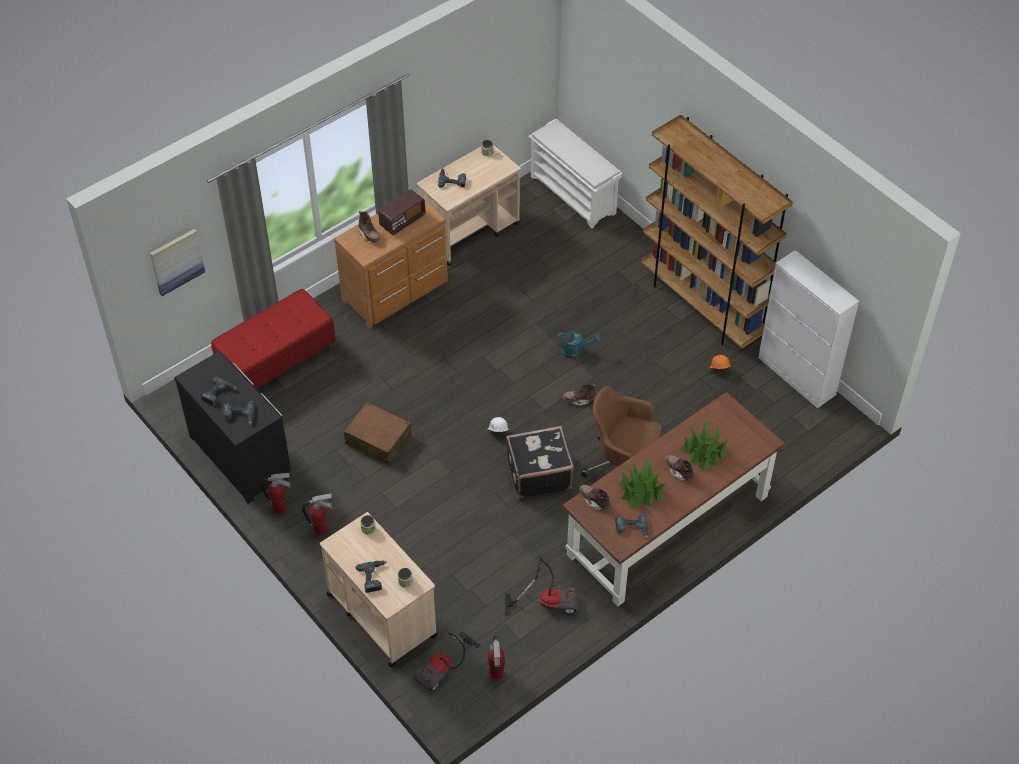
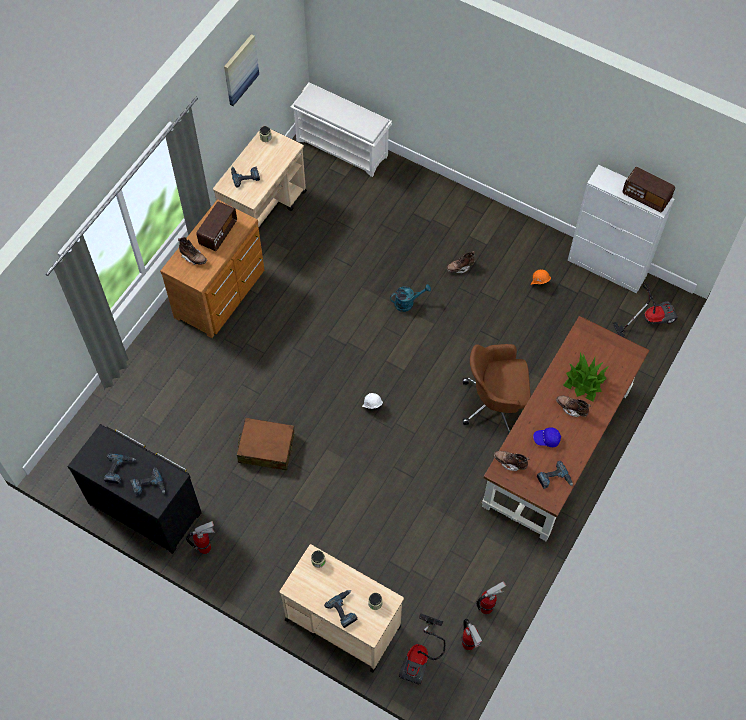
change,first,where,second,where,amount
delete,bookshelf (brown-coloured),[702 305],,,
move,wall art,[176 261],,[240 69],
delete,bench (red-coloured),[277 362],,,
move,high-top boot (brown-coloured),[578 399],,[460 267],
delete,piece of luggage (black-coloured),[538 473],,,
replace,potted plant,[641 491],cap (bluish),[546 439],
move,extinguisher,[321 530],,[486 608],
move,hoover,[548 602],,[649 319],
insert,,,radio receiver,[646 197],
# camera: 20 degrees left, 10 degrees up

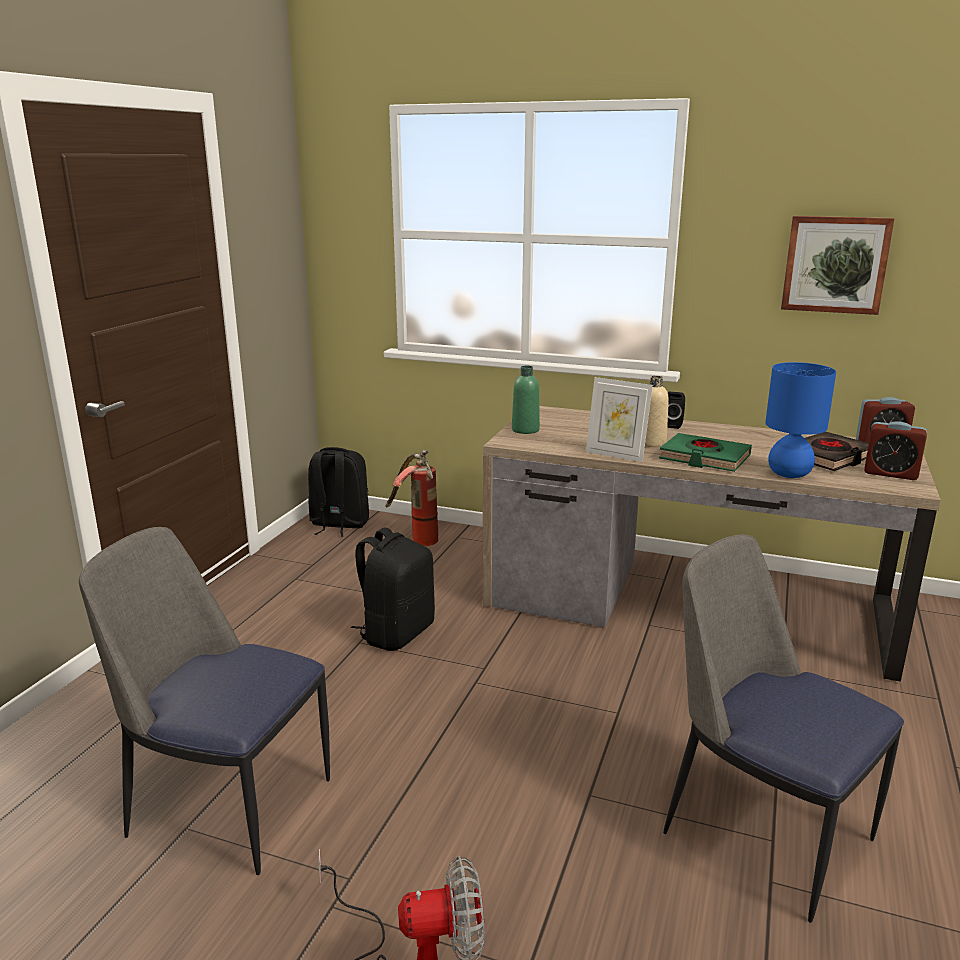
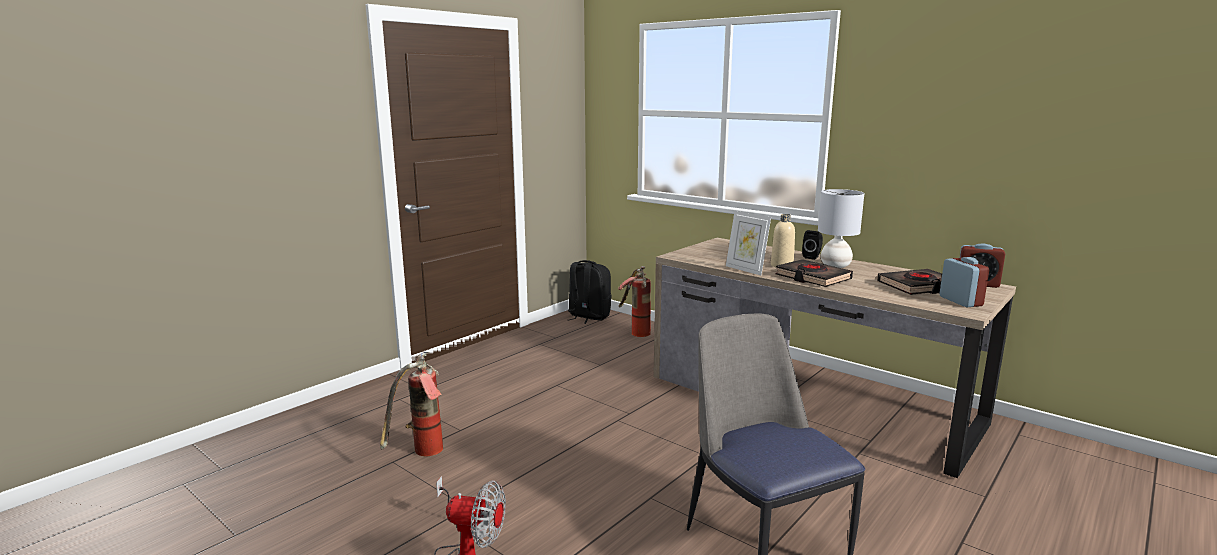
change,first,where,second,where,amount
delete,wall art,[835 264],,,
delete,lamp for a table (bluish),[788 474],,,
delete,drink bottle (greenish),[525 430],,,
rotate,table clock,[890 473],,[960 301],150 degrees counterclockwise
recolor,volume (greenish),[704 458],volume (black-coloured),[812 278],
replace,chair,[227 804],extinguisher,[422 454],
delete,rucksack (black-coloured),[396 633],,,
insert,,,lamp for a table (greyish),[835 266],
# camera: 20 degrees right, 5 degrees down

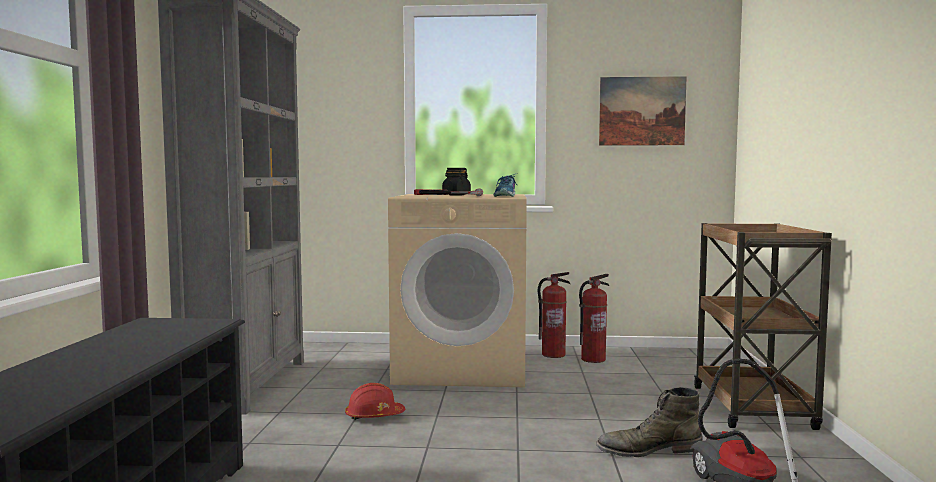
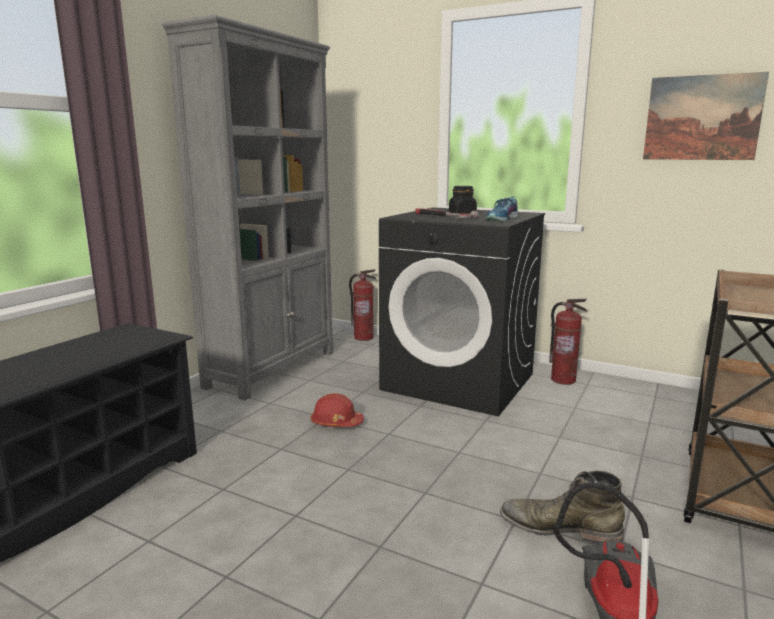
change,first,where,second,where,amount
recolor,washing machine (beige),[463 368],washing machine (black-coloured),[459 382],
move,extinguisher,[593 359],,[364 337],
# camera: 25 degrees right, 10 degrees up

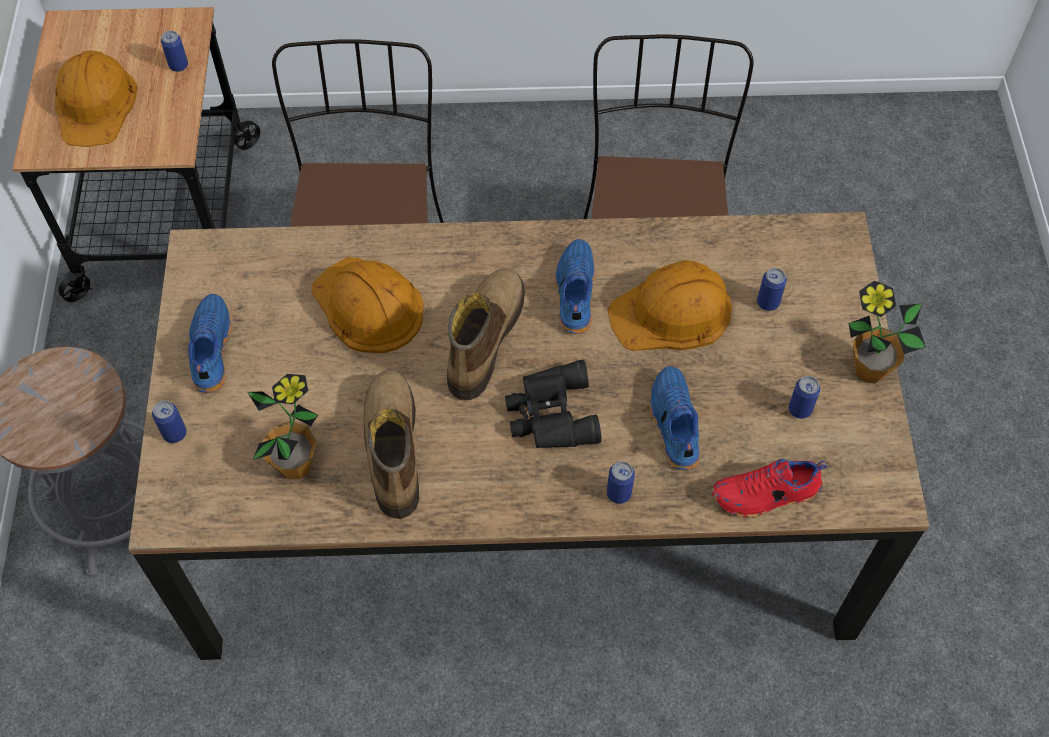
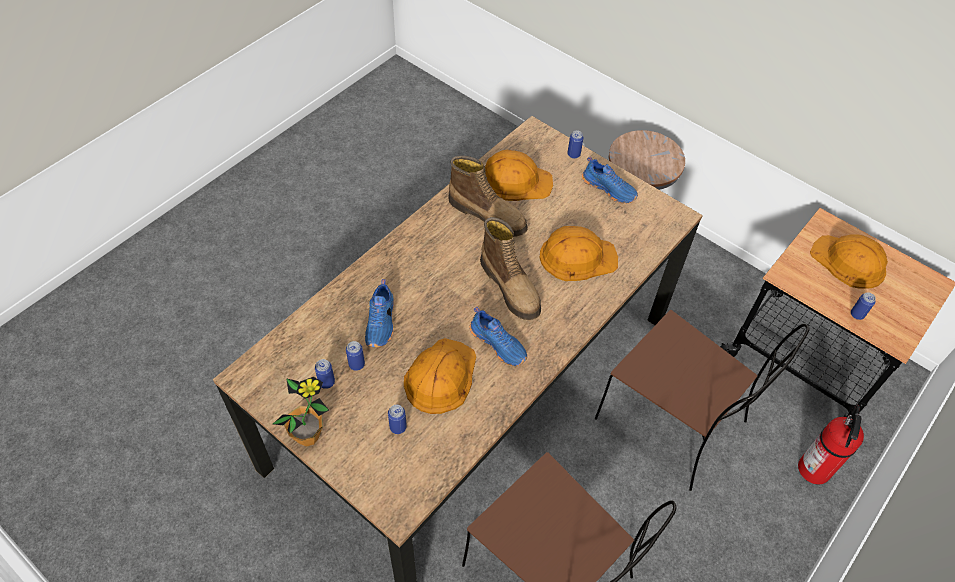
change,first,where,second,where,amount
delete,field glasses (black-coloured),[550 414],,,
rotate,shoe (bluish),[673 424],,[381 323],60 degrees clockwise
replace,potted plant,[295 465],work helmet (orange),[515 180],
delete,shoe (red-coloured),[766 495],,,
move,sealed can,[618 493],,[356 364],
insert,,,extinguisher,[814 470],
# camera: 130 degrees right, 5 degrees down

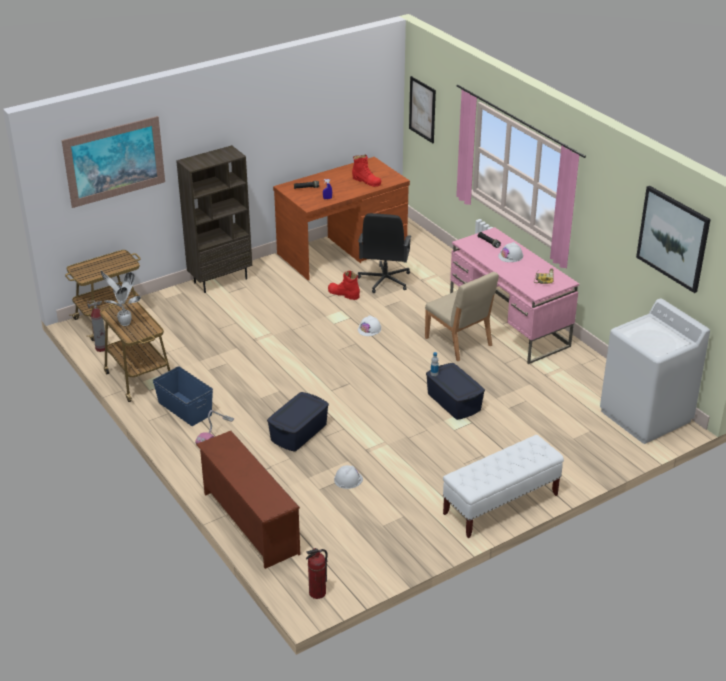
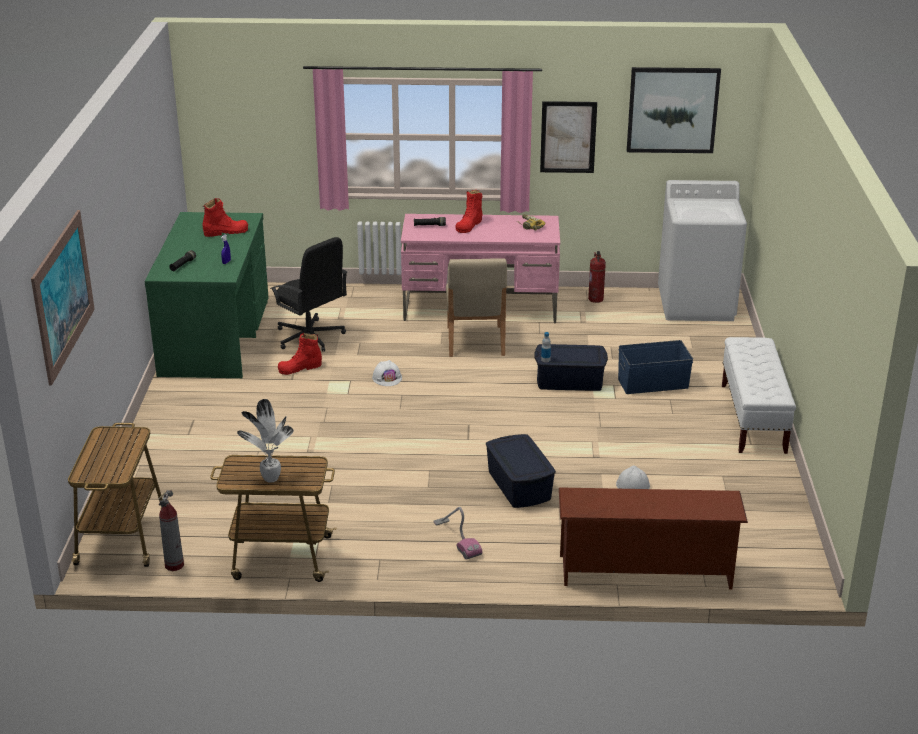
change,first,where,second,where,amount
move,wall art,[422 109],,[568 137],
delete,bookshelf (brown-coloured),[220 280],,,
recolor,desk table (brown-coloured),[343 250],desk table (greenish),[216 338],
replace,work helmet (whitish),[510 256],high-top boot (red-coloured),[469 225],
rotate,chair (beige),[458 342],,[475 341],90 degrees clockwise
move,storage bin (bluish),[184 409],,[653 383],
move,extinguisher,[317 593],,[596 299],
# camera: 55 degrees left, 5 degrees down

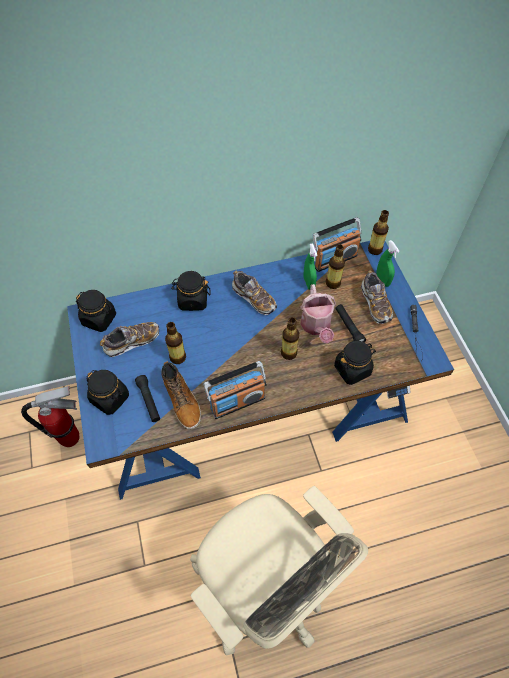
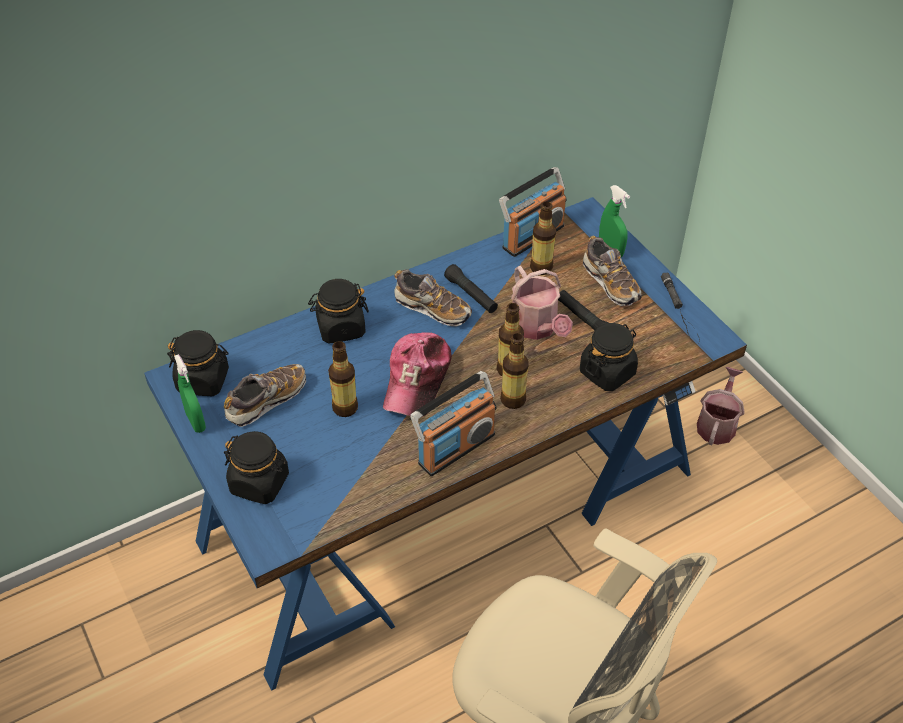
change,first,where,second,where,amount
move,drink bottle,[375 250],,[513 399],
move,sprayer (greenish),[308 283],,[196 422],
delete,high-top boot,[182 401],,,
move,torch (black-coloured),[149 401],,[471 295],
delete,extinguisher,[71 438],,,
insert,,,cap,[417 380],
insert,,,watering can,[717 424],
# camera: 15 degrees left, 10 degrees down

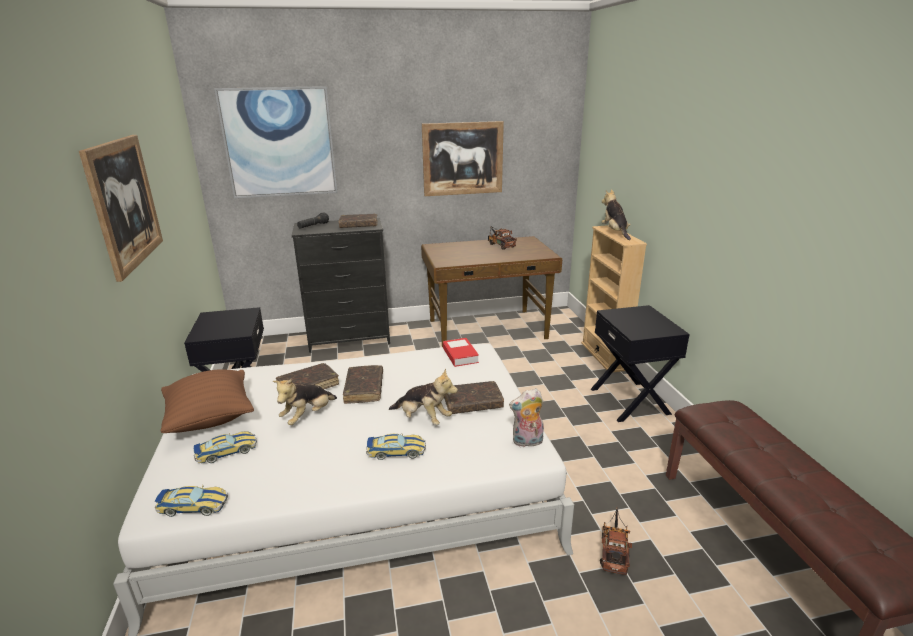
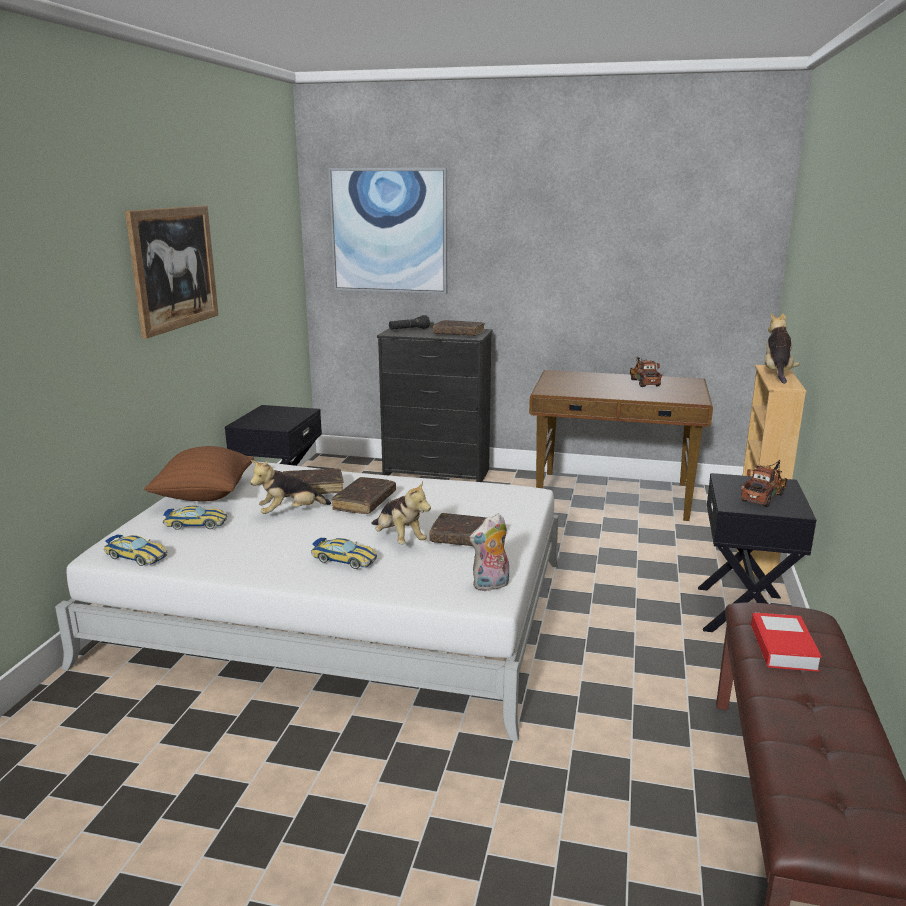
change,first,where,second,where,amount
delete,wall art,[463 159],,,
move,volume,[460 355],,[783 647],
rotate,soft toy,[527 442],,[491 586],45 degrees counterclockwise
move,model truck,[614 549],,[764 496],
# camera: 25 degrees right, 5 degrees down

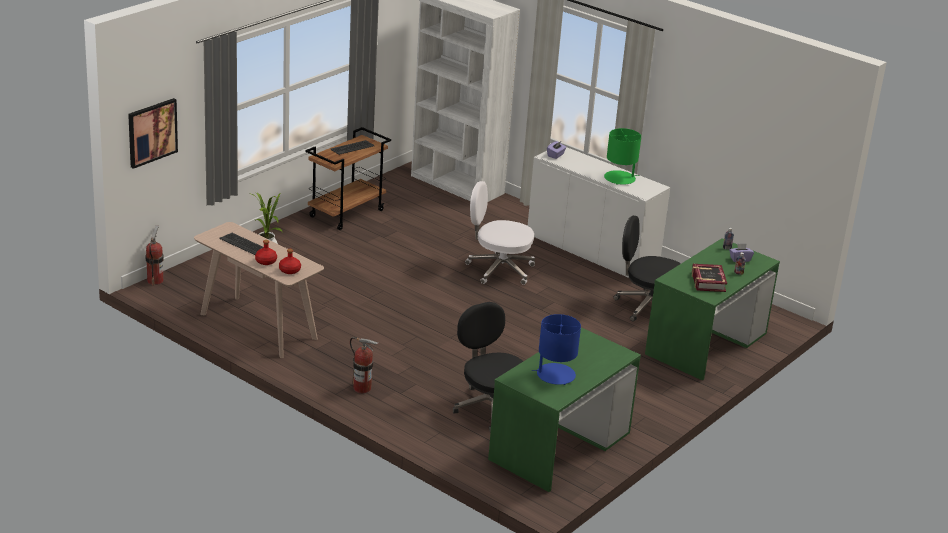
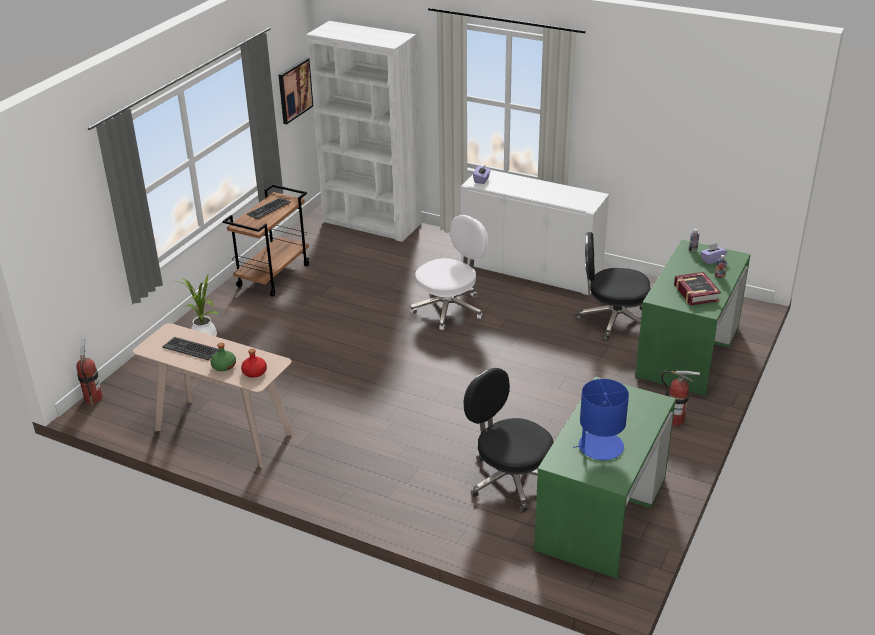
change,first,where,second,where,amount
move,wall art,[152 132],,[295 90],
delete,lamp for a table (greenish),[620 178],,,
rotate,computer chair (whitish),[499 269],,[449 309],135 degrees clockwise
recolor,drink bottle (red-coloured),[265 261],drink bottle (greenish),[223 366],
move,extinguisher,[362 388],,[675 420],
# camera: 10 degrees left, 5 degrees up

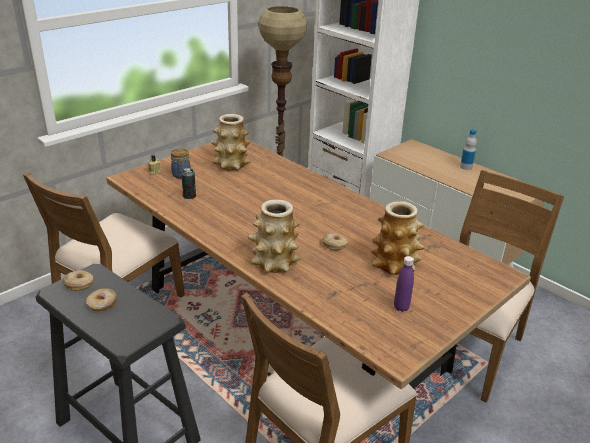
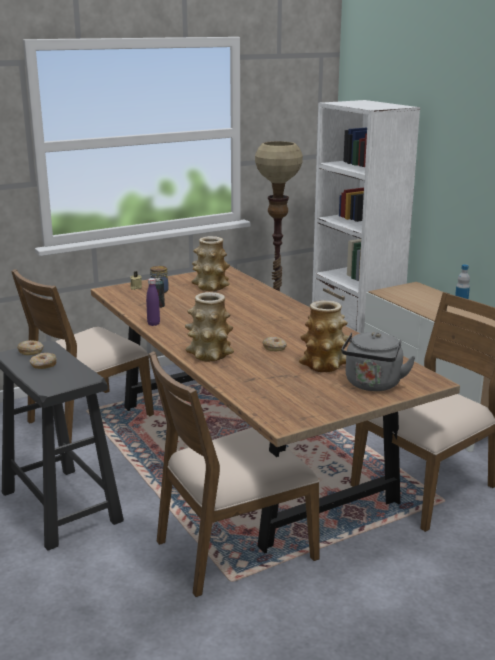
change,first,where,second,where,amount
move,drink bottle (purplish),[401 307],,[153 324],
insert,,,tea kettle (greyish),[372 385],
# camera: 15 degrees right, 10 degrees down

